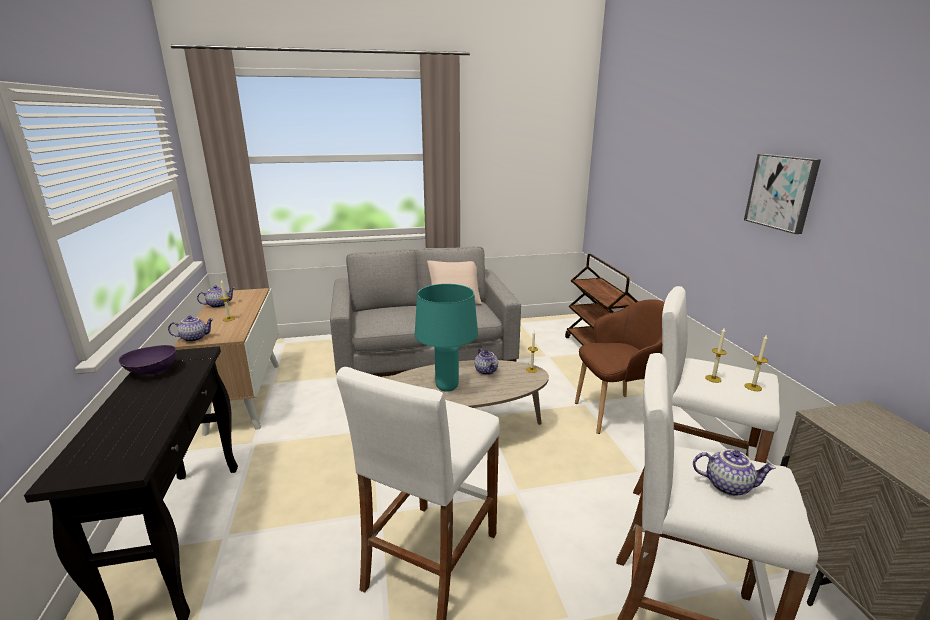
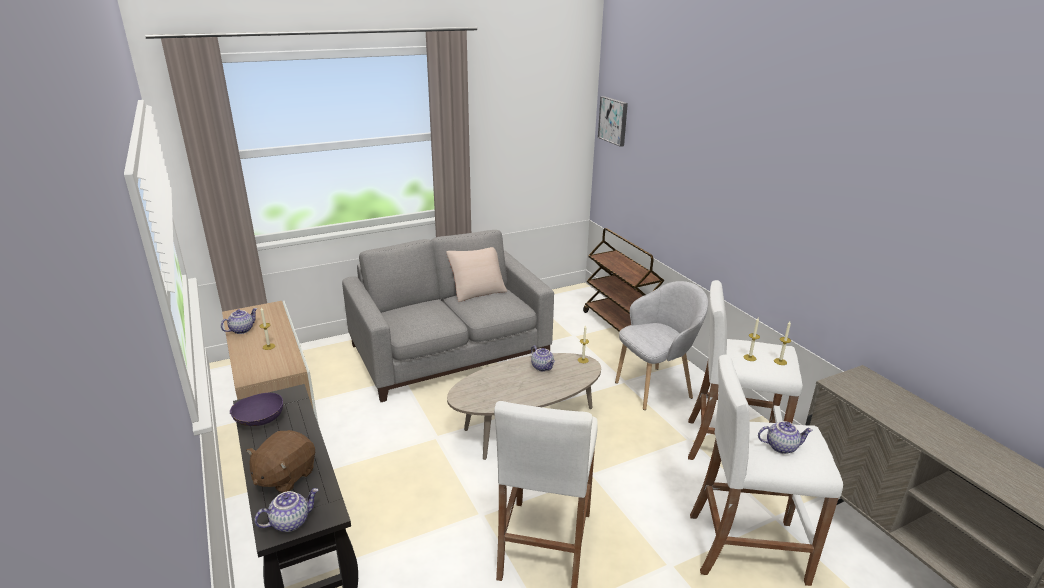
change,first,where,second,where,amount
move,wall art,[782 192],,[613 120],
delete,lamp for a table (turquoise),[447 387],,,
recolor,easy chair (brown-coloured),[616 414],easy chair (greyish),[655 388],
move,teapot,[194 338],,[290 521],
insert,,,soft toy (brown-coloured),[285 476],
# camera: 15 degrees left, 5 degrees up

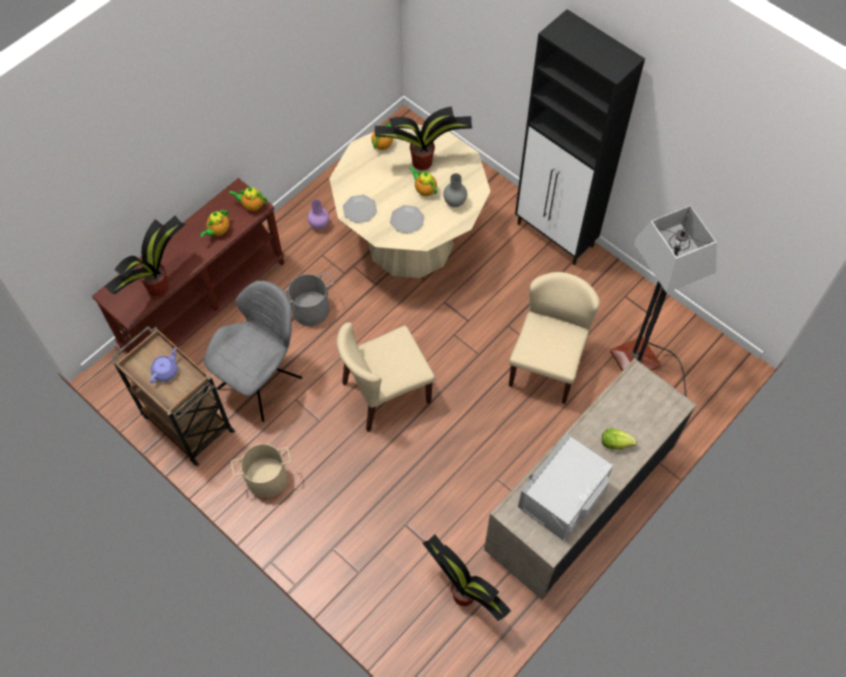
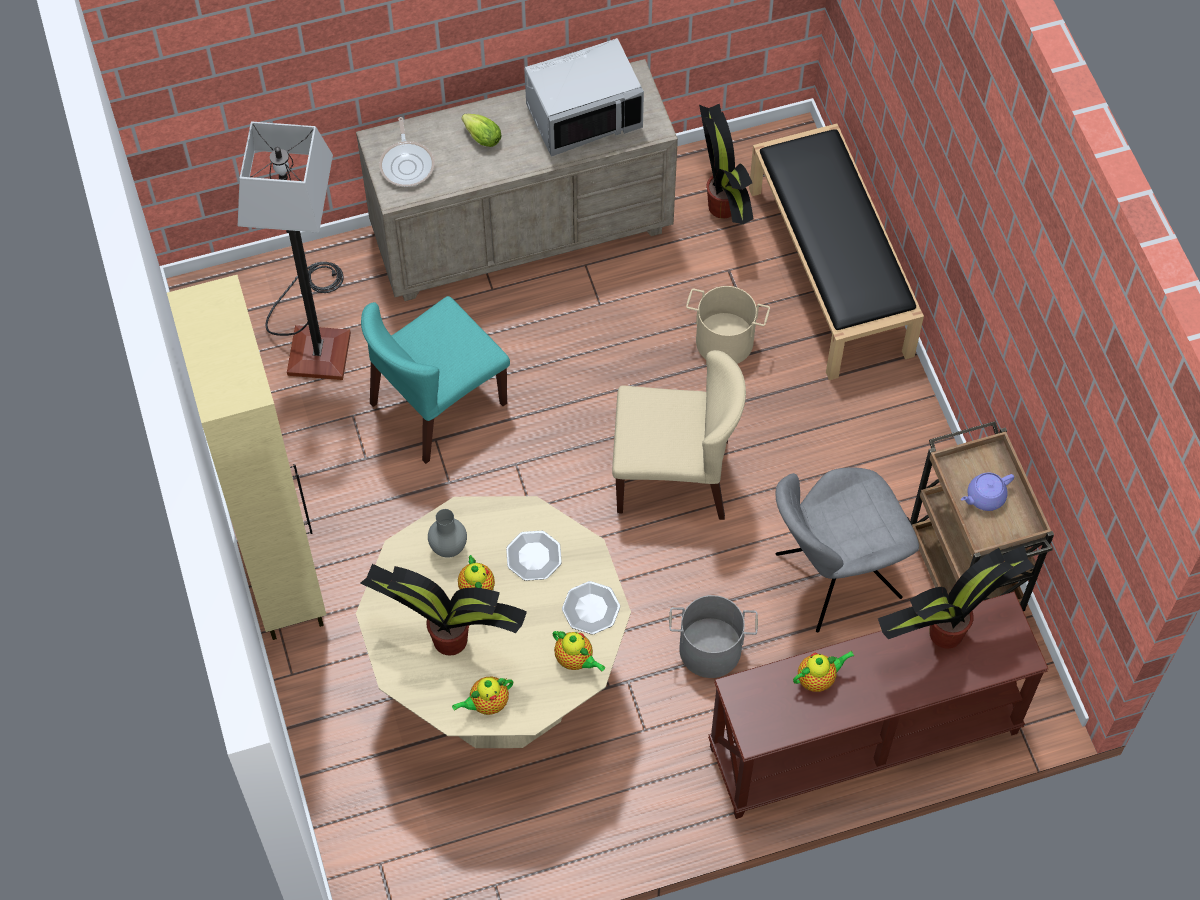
change,first,where,second,where,amount
recolor,cupboard (black-coloured),[556 236],cupboard (beige),[283 576],
move,teapot,[252 205],,[576 660],
delete,flower vase (purplish),[319 226],,,
recolor,chair (beige),[546 365],chair (turquoise),[438 405],
move,water bucket (beige),[266 477],,[724 342],
insert,,,frying pan,[407 164],
insert,,,bench (black-coloured),[831 272],
# camera: 150 degrees left, 0 degrees up

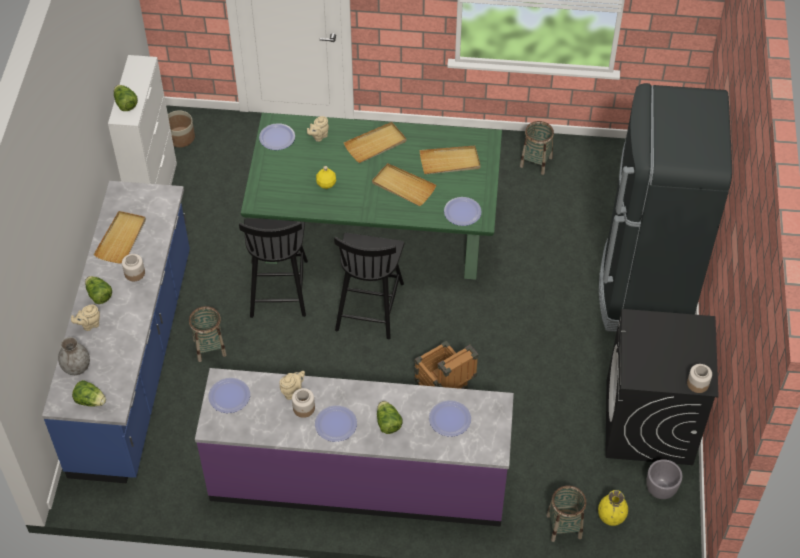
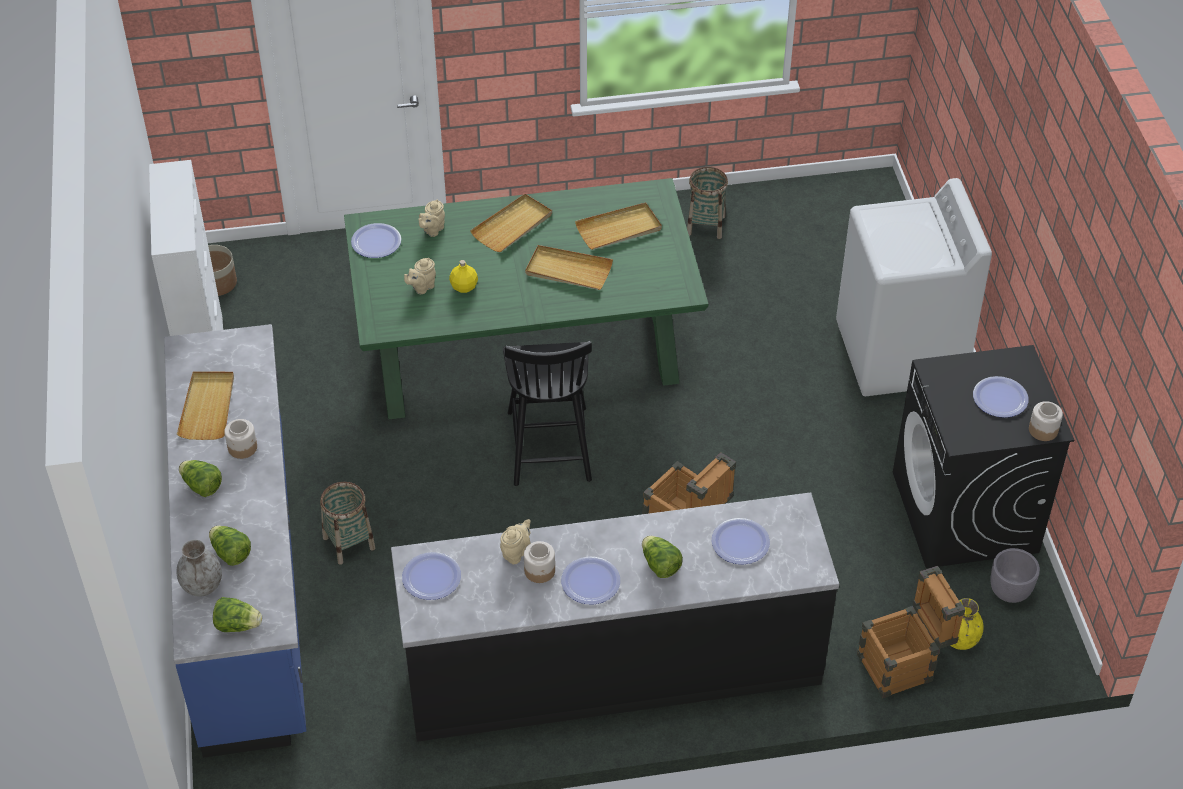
change,first,where,second,where,amount
replace,fridge (black-coloured),[644 290],washing machine (whitish),[900 354],
move,lettuce head,[125 104],,[230 553],
move,dinner plate,[462 212],,[1000 398],
delete,chair (black-coloured),[278 287],,,
move,teapot (beige),[89 324],,[422 287],
recolor,kitchen counter (purplish),[358 479],kitchen counter (black-coloured),[612 667],
replace,household basket,[564 526],crate,[903 665],
# camera: 15 degrees left, 5 degrees down

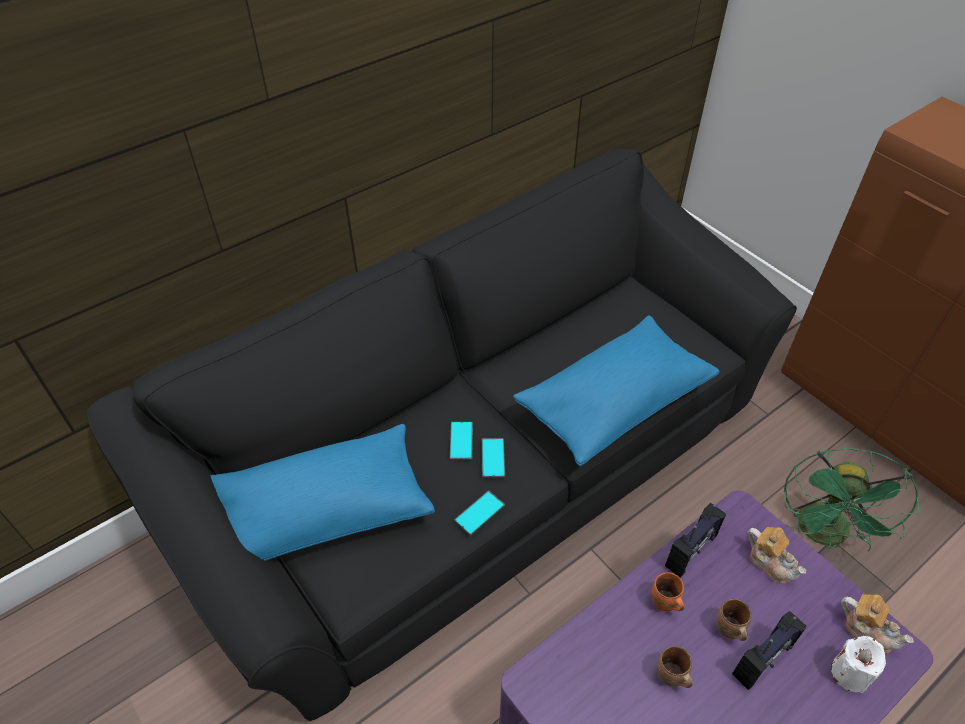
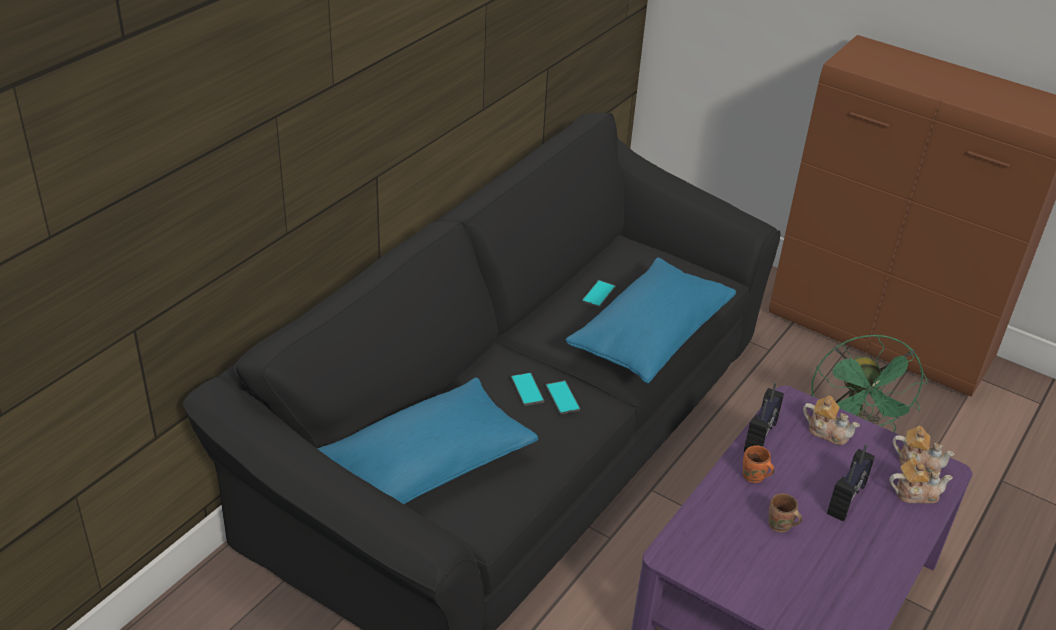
change,first,where,second,where,amount
move,handset,[479 513],,[598 294],
delete,coffee mug (brown-coloured),[728 629],,,
replace,wax light (whitish),[850 673],teapot,[915 493],
# camera: 20 degrees left, 10 degrees down

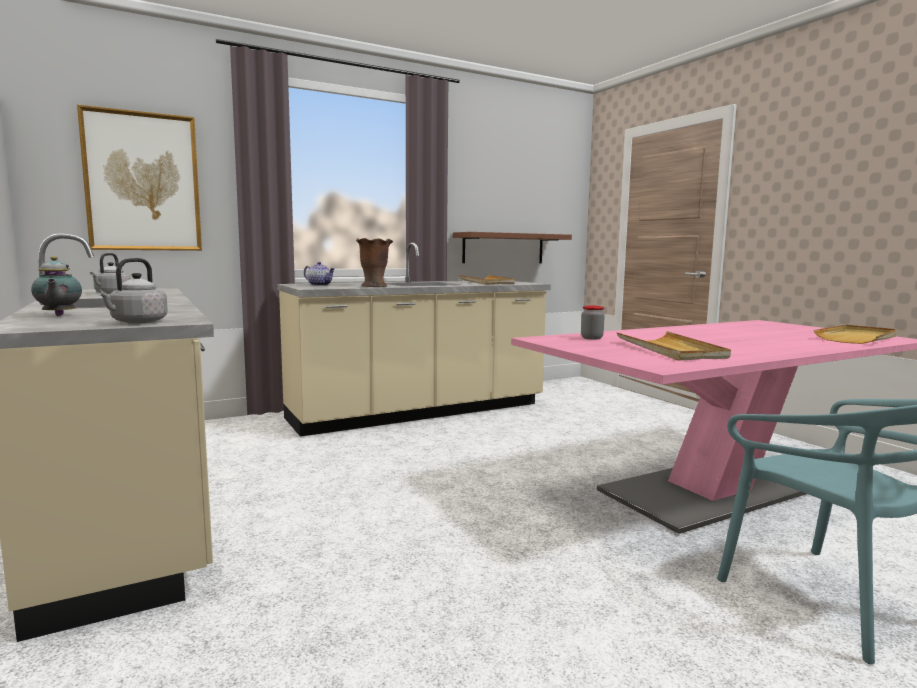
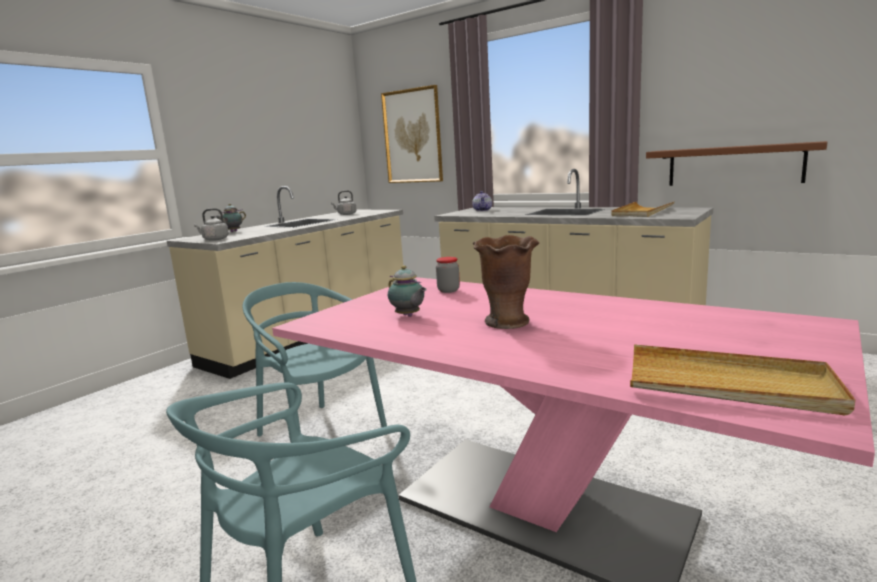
change,first,where,second,where,amount
move,flower vase (brown-coloured),[374 286],,[507 322],
replace,tray (beige),[670 350],teapot,[408 316],
insert,,,chair (turquoise),[319 434],
# camera: 65 degrees right, 5 degrees up

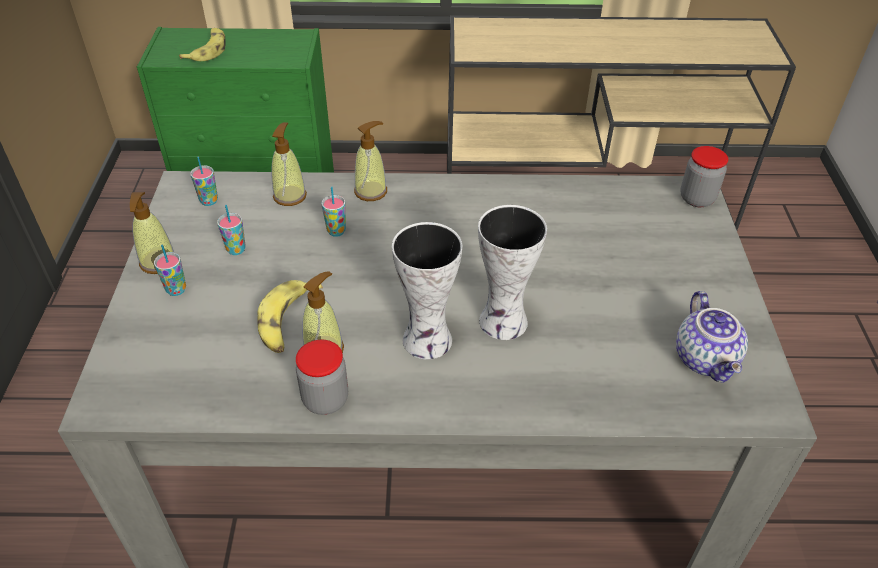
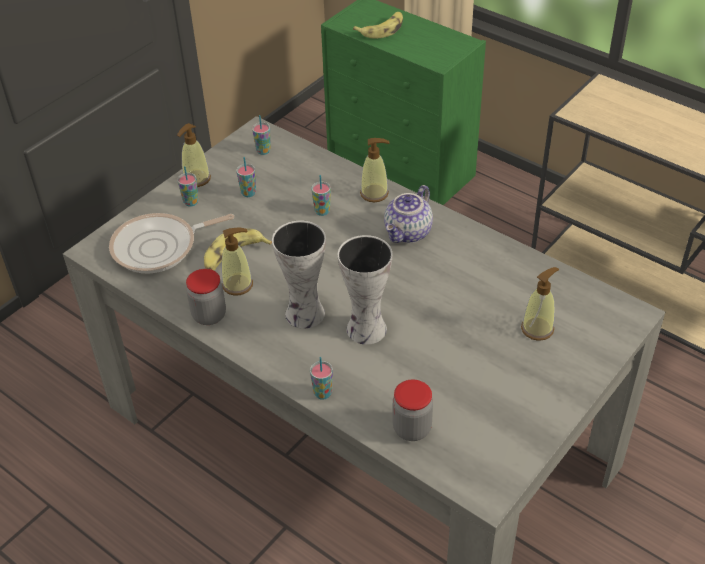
change,first,where,second,where,amount
move,soap bottle,[290 196],,[537 329],
move,storage jar,[697 198],,[412 429],
move,teapot,[707 360],,[409 233],
insert,,,frying pan,[159 247],
insert,,,cup,[323 393],
# camera: 40 degrees right, 0 degrees up

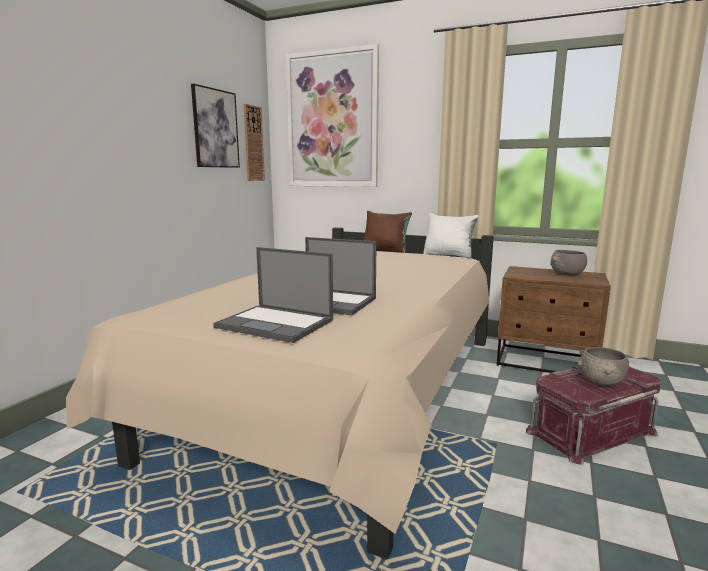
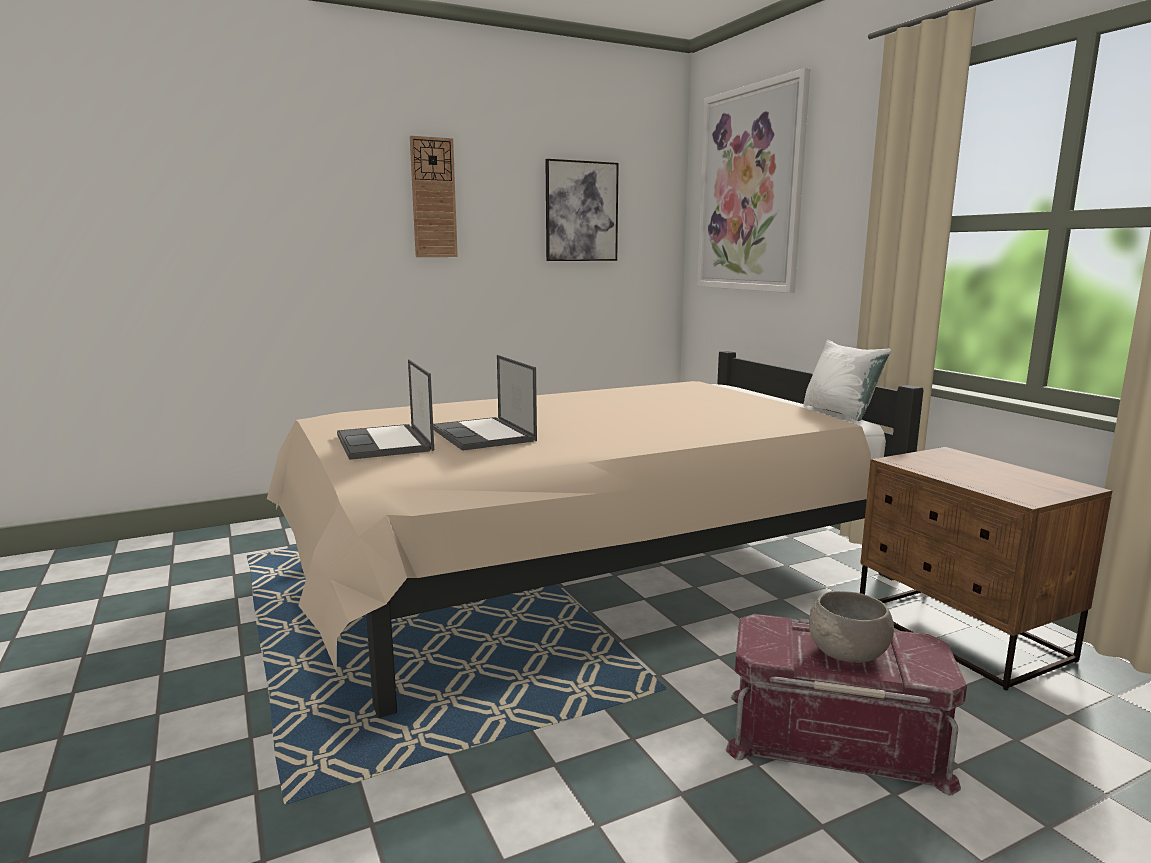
change,first,where,second,where,amount
move,wall clock,[253 143],,[433 198],
delete,cushion (brown-coloured),[385 250],,,
delete,serving bowl (greyish),[567 274],,,
# camera: 40 degrees right, 0 degrees up

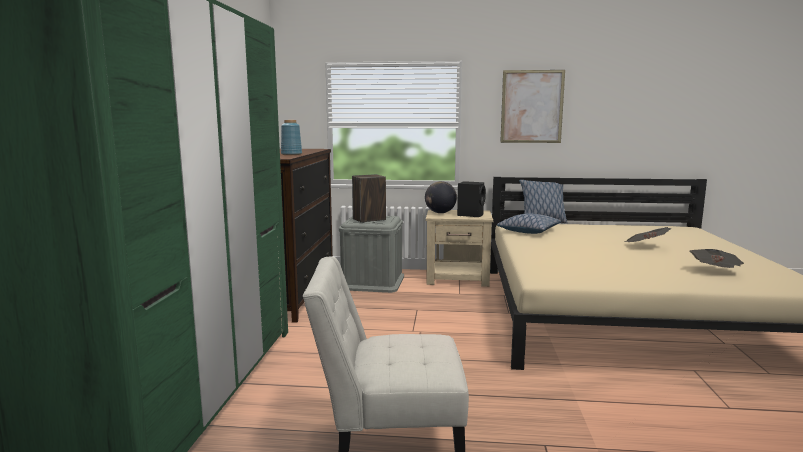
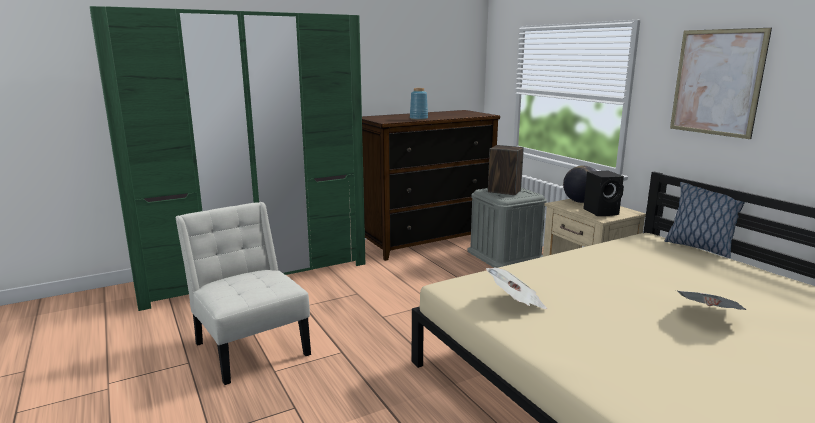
change,first,where,second,where,amount
delete,cushion,[528 231],,,
move,printed paper,[715 271],,[516 303],
# camera: 55 degrees right, 5 degrees up

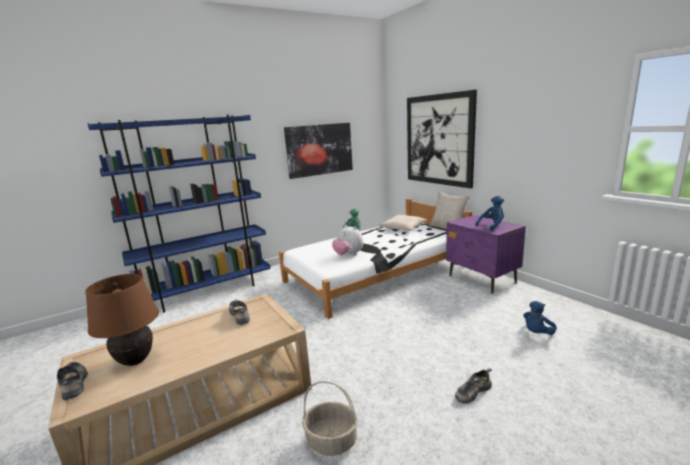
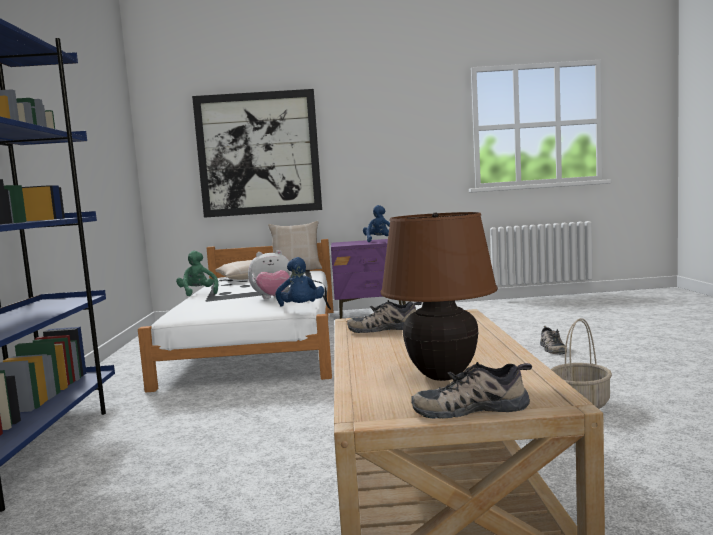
change,first,where,second,where,amount
delete,wall art,[319 149],,,
move,soft toy (bluish),[537 333],,[301 308],
# camera: 60 degrees left, 10 degrees down

